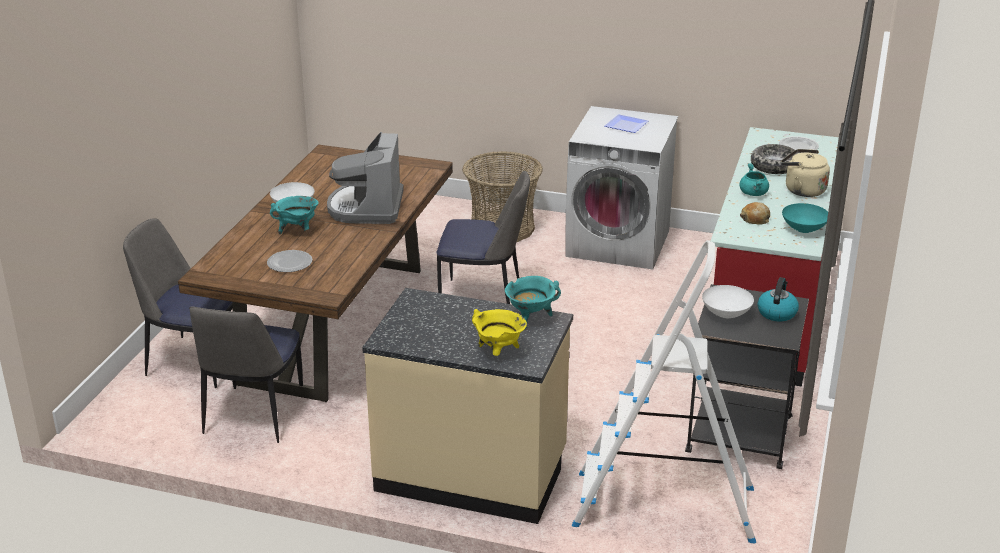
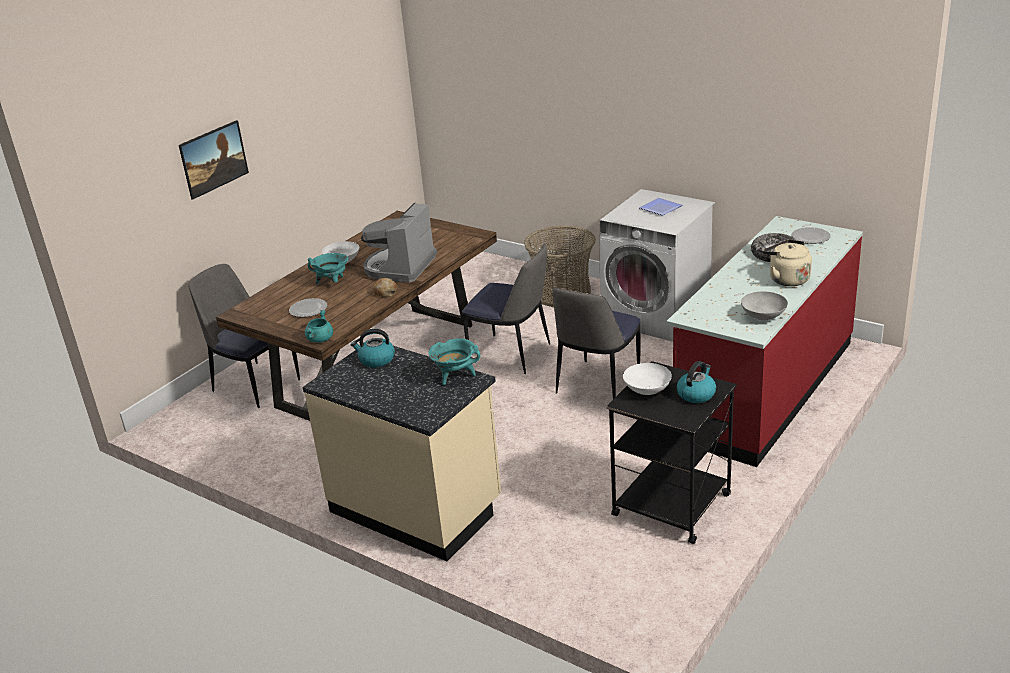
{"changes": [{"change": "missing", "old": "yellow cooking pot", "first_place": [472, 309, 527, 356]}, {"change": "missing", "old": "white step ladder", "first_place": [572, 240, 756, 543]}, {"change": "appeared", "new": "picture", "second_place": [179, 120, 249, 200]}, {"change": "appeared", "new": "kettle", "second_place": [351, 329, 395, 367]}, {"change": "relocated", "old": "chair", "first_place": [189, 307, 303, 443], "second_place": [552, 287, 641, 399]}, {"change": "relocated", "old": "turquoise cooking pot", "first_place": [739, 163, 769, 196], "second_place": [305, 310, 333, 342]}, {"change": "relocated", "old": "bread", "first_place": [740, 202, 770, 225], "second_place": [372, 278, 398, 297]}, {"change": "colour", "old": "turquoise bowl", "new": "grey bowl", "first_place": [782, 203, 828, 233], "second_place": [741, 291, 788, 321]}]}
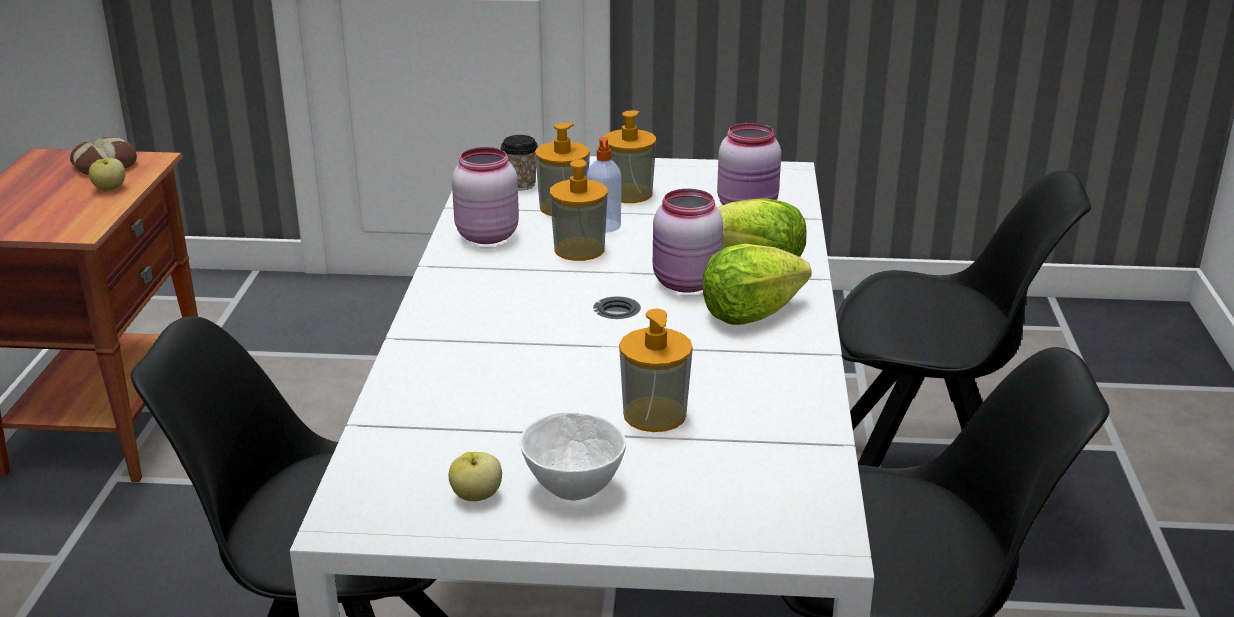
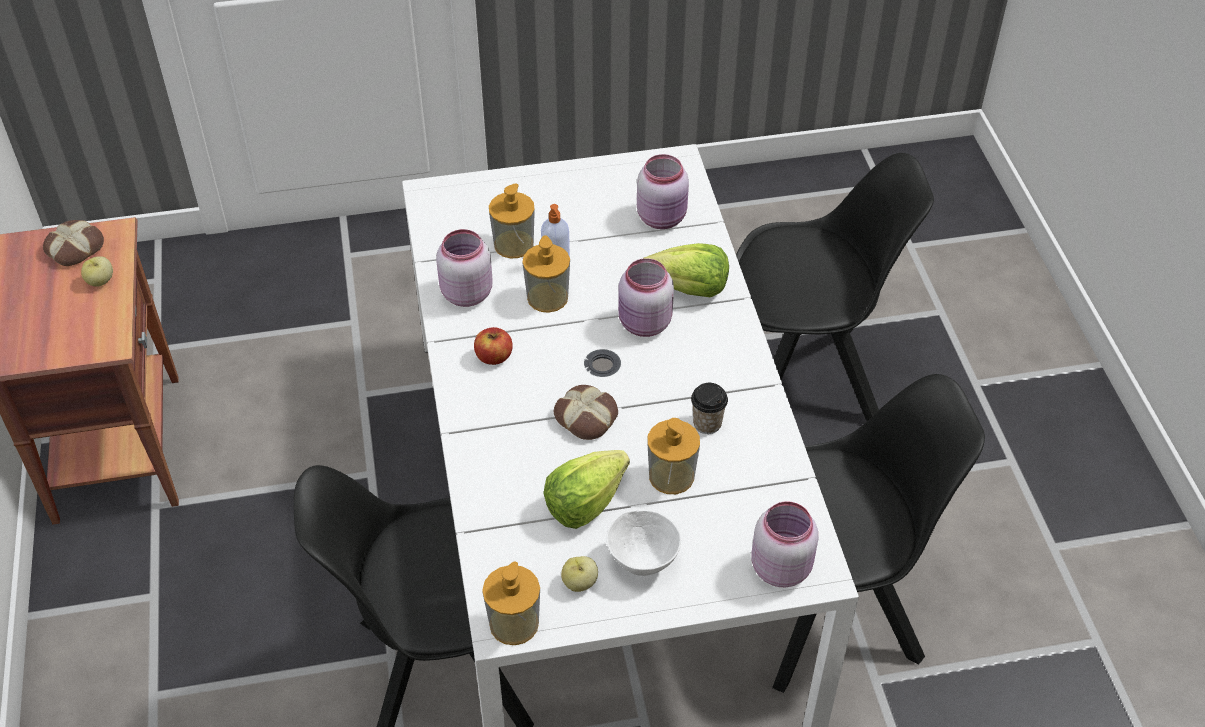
{"changes": [{"change": "appeared", "new": "apple", "second_place": [474, 327, 513, 365]}, {"change": "appeared", "new": "bread", "second_place": [554, 385, 618, 440]}, {"change": "appeared", "new": "pink jar", "second_place": [751, 501, 818, 587]}, {"change": "relocated", "old": "cup", "first_place": [500, 135, 538, 190], "second_place": [691, 383, 728, 434]}, {"change": "relocated", "old": "soap dispenser", "first_place": [603, 110, 656, 203], "second_place": [482, 561, 540, 645]}, {"change": "relocated", "old": "lettuce", "first_place": [702, 244, 812, 325], "second_place": [543, 450, 630, 529]}]}
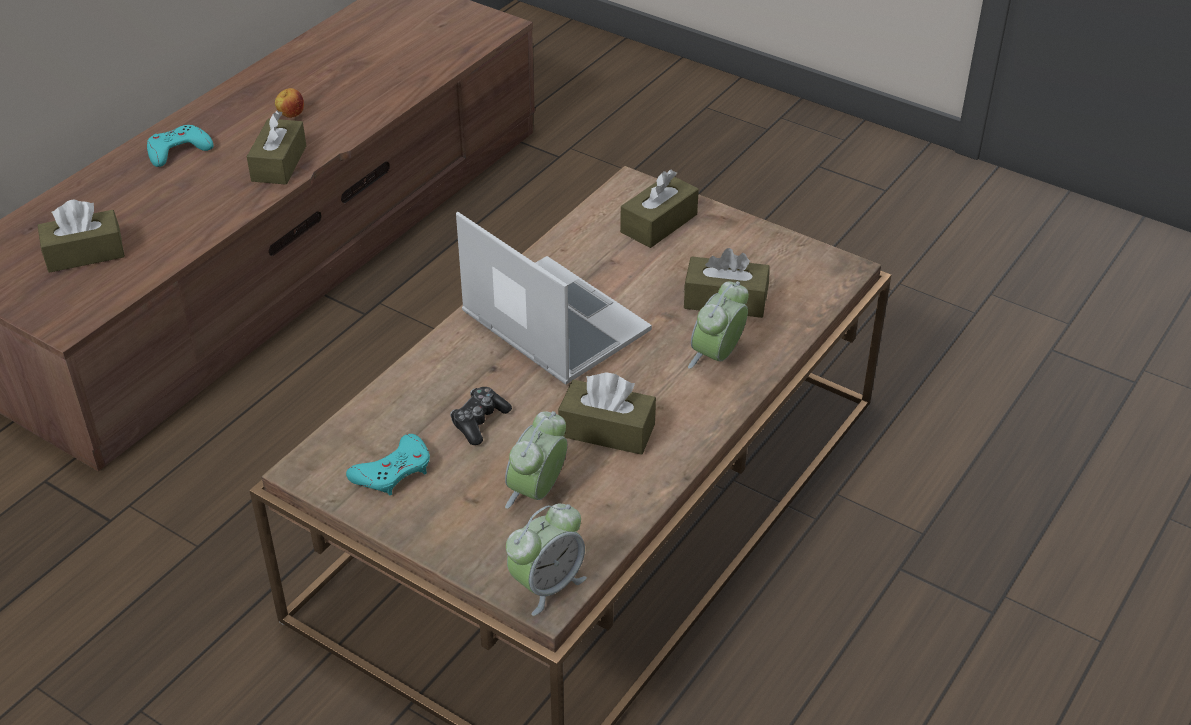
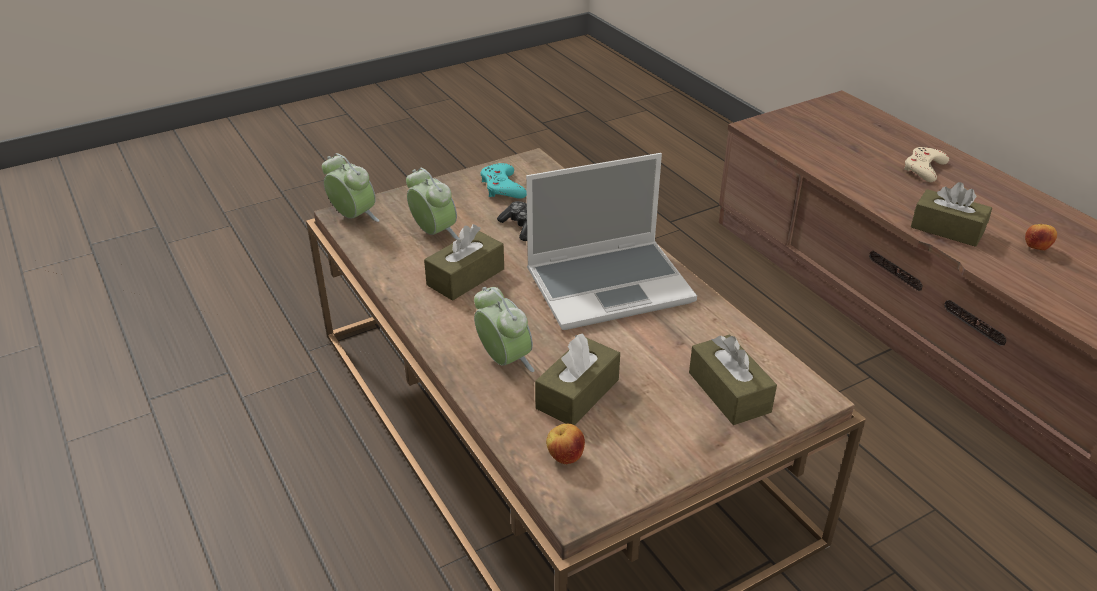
{"changes": [{"change": "missing", "old": "brown tissue box", "first_place": [38, 199, 125, 273]}, {"change": "missing", "old": "turquoise game controller", "first_place": [147, 125, 213, 167]}, {"change": "appeared", "new": "apple", "second_place": [546, 424, 585, 464]}, {"change": "appeared", "new": "beige game controller", "second_place": [904, 147, 949, 182]}, {"change": "spun", "old": "alarm clock", "first_place": [506, 504, 587, 616], "second_place": [322, 153, 380, 222], "degrees": 150}]}
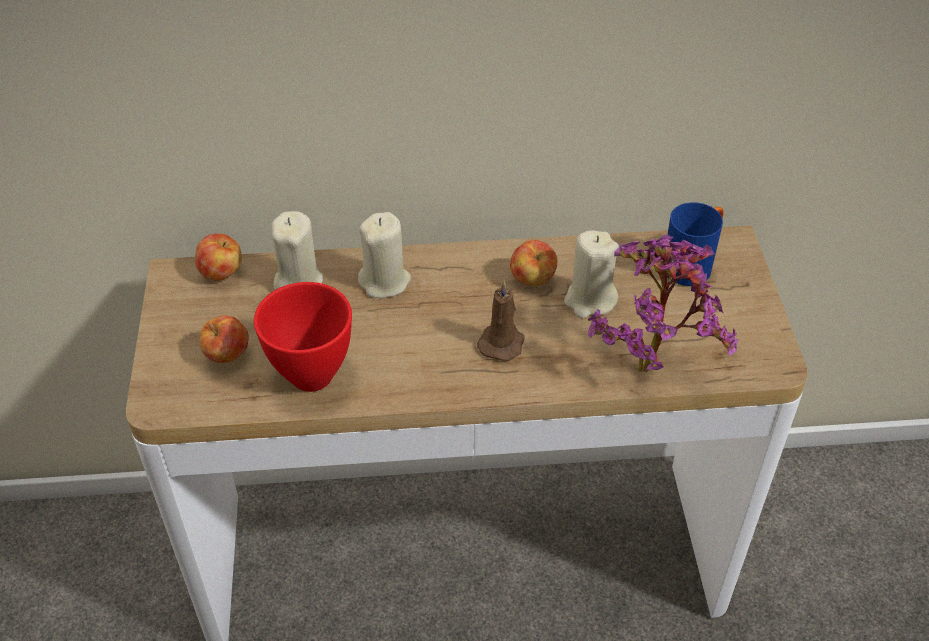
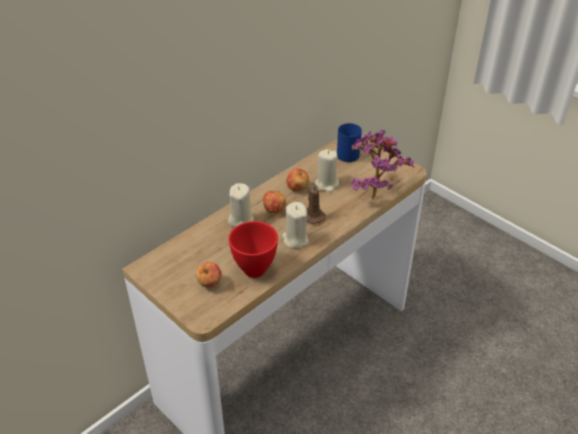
{"changes": [{"change": "relocated", "old": "apple", "first_place": [195, 233, 242, 281], "second_place": [263, 191, 286, 214]}, {"change": "relocated", "old": "beige candle", "first_place": [271, 211, 323, 290], "second_place": [282, 202, 309, 249]}]}
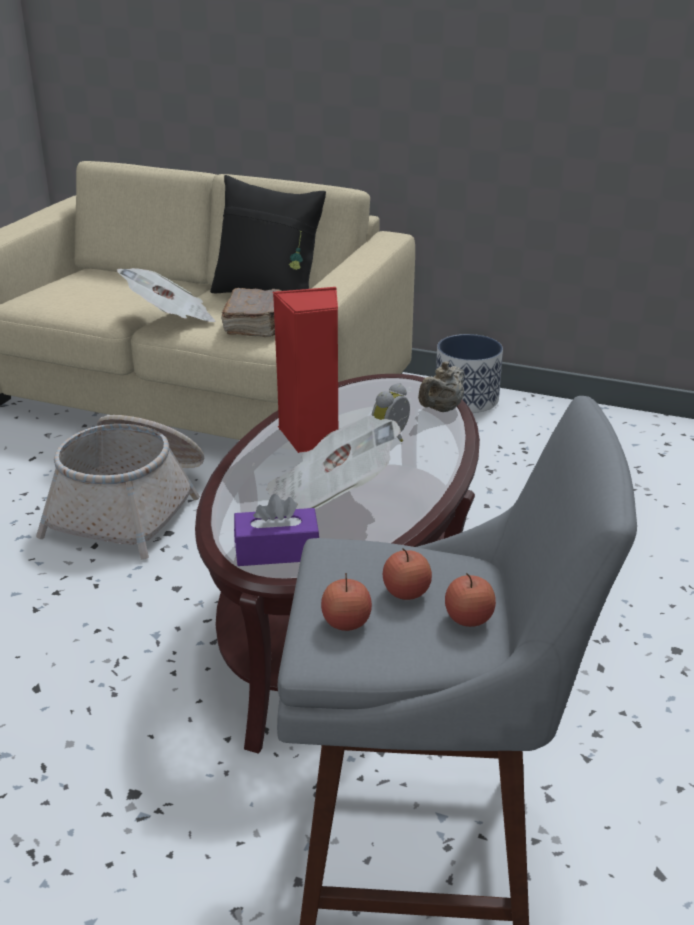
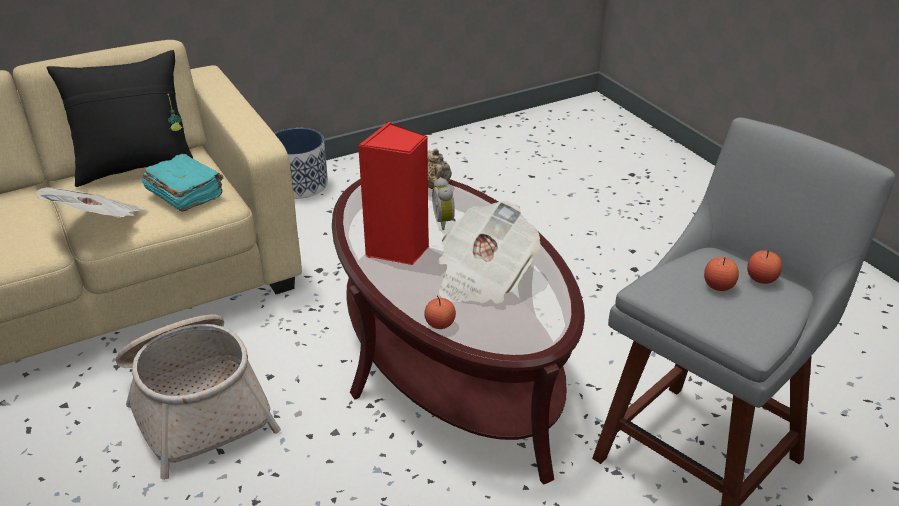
{"changes": [{"change": "missing", "old": "purple tissue box", "first_place": [234, 494, 319, 566]}, {"change": "relocated", "old": "apple", "first_place": [321, 573, 372, 631], "second_place": [424, 295, 456, 329]}, {"change": "colour", "old": "brown book", "new": "turquoise book", "first_place": [221, 288, 282, 337], "second_place": [142, 154, 223, 212]}]}
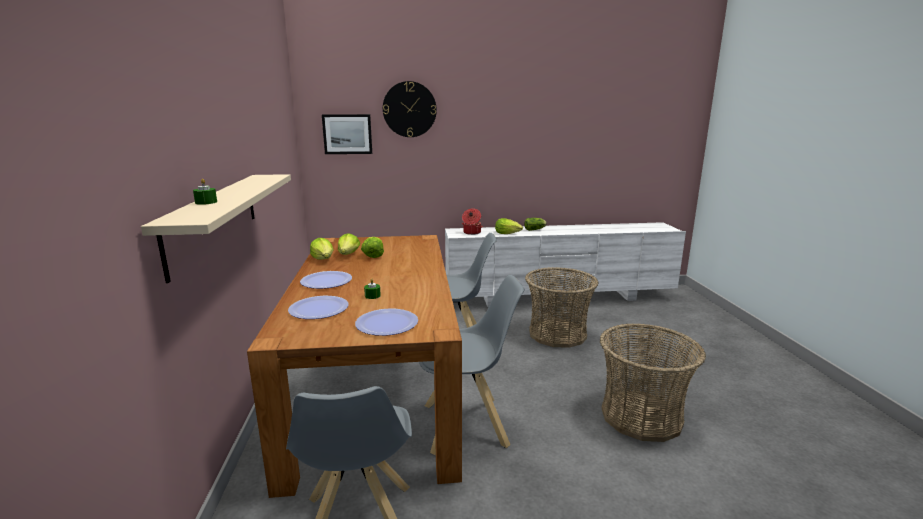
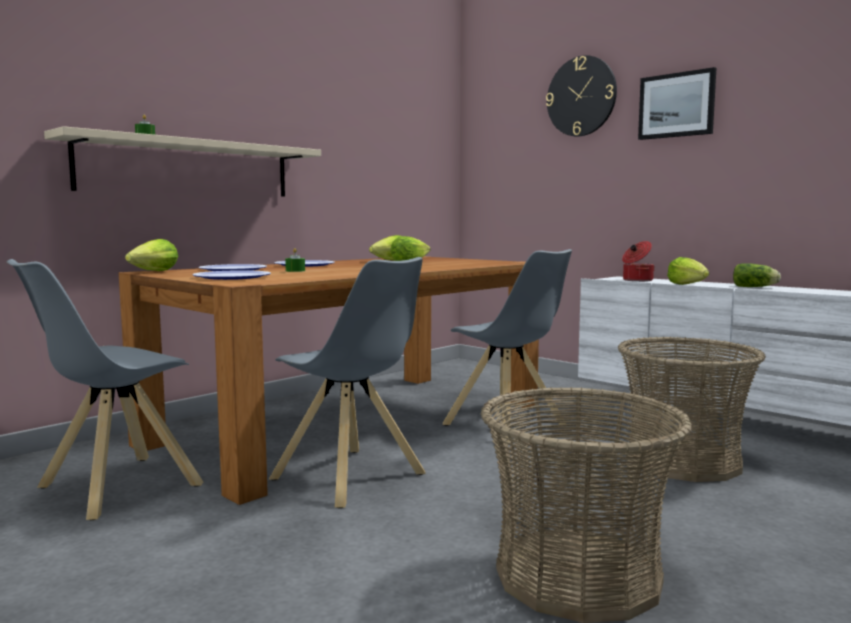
{"changes": [{"change": "relocated", "old": "lettuce", "first_place": [310, 238, 334, 260], "second_place": [125, 239, 178, 271]}, {"change": "relocated", "old": "picture", "first_place": [322, 114, 372, 154], "second_place": [638, 67, 716, 140]}]}
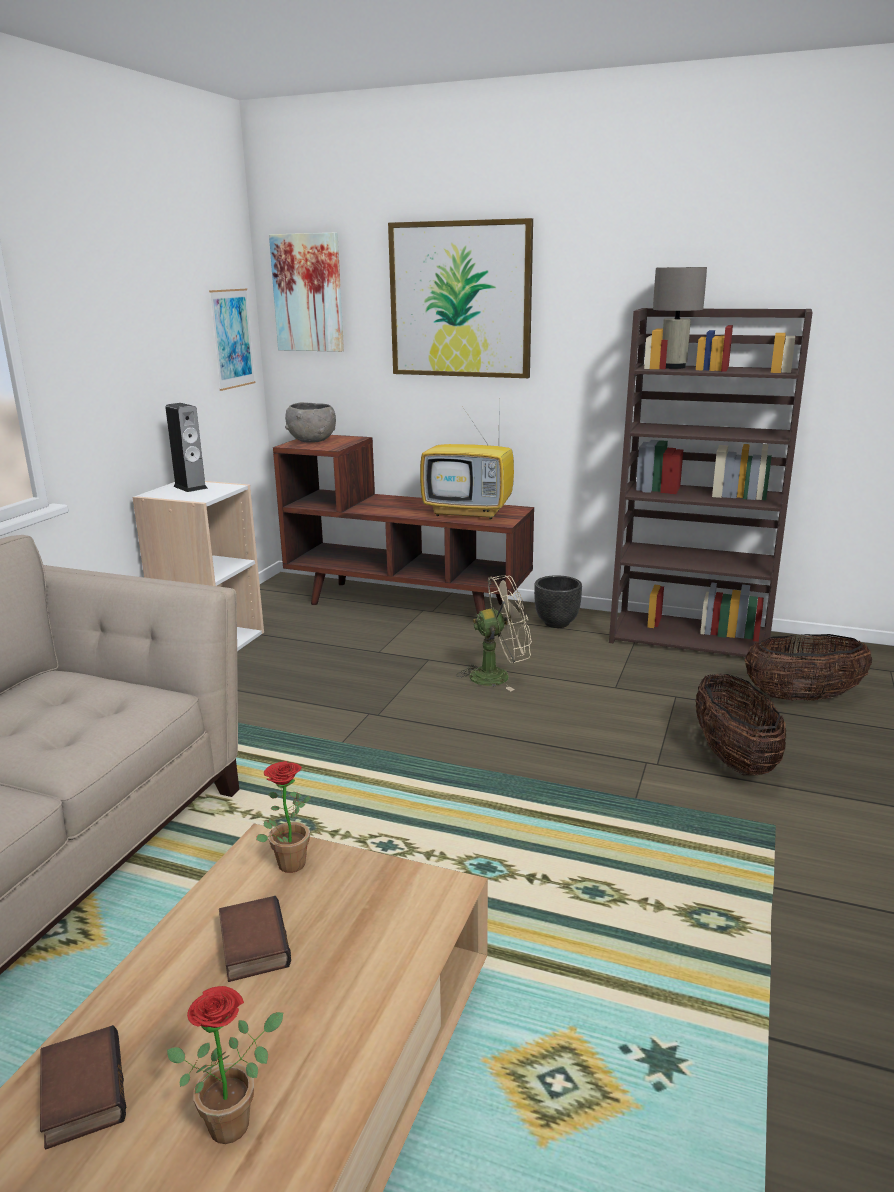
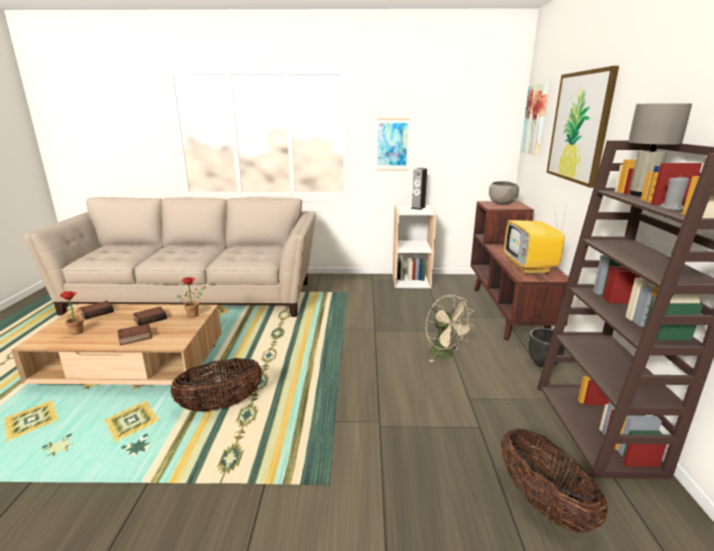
{"changes": [{"change": "appeared", "new": "book", "second_place": [118, 324, 152, 345]}, {"change": "appeared", "new": "grey candle", "second_place": [660, 175, 689, 211]}, {"change": "relocated", "old": "picture", "first_place": [209, 288, 256, 391], "second_place": [376, 119, 410, 171]}, {"change": "relocated", "old": "basket", "first_place": [695, 673, 786, 776], "second_place": [170, 358, 263, 412]}]}
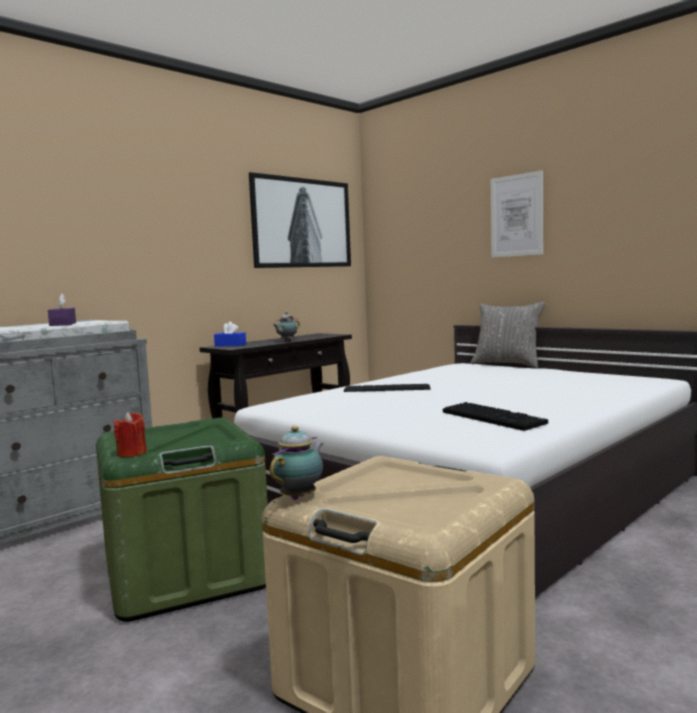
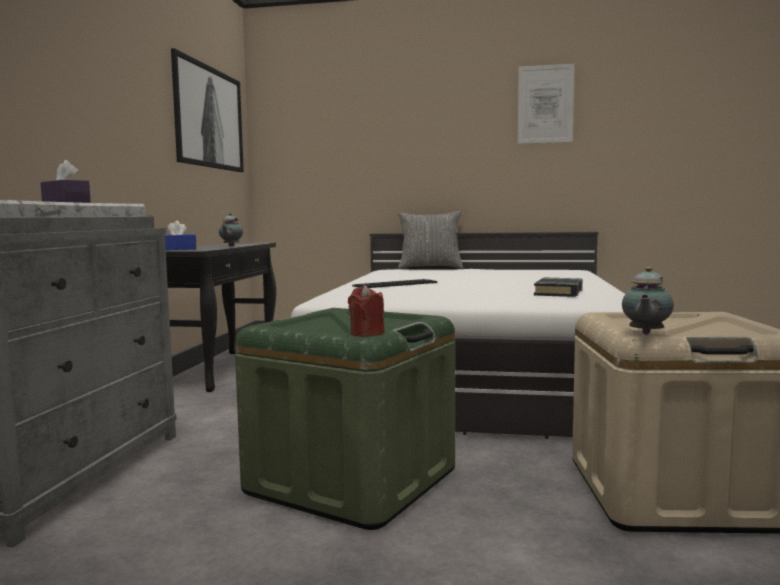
{"changes": [{"change": "relocated", "old": "picture", "first_place": [491, 170, 543, 257], "second_place": [518, 64, 574, 144]}, {"change": "exchanged", "old": "keyboard", "new": "black book", "first_place": [443, 402, 548, 431], "second_place": [534, 277, 583, 297]}, {"change": "spun", "old": "teapot", "first_place": [270, 426, 323, 500], "second_place": [622, 267, 674, 335], "degrees": -150}]}
